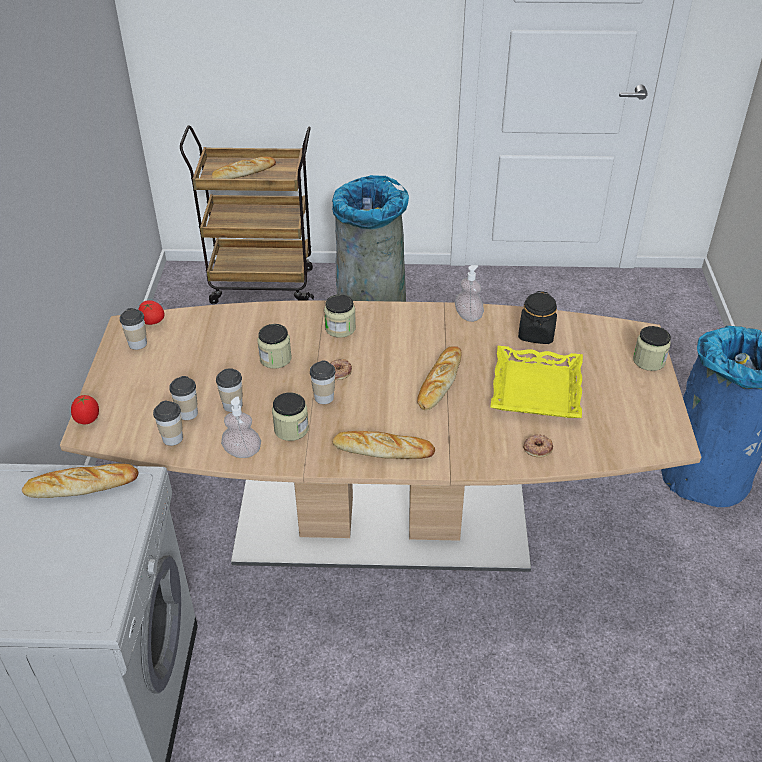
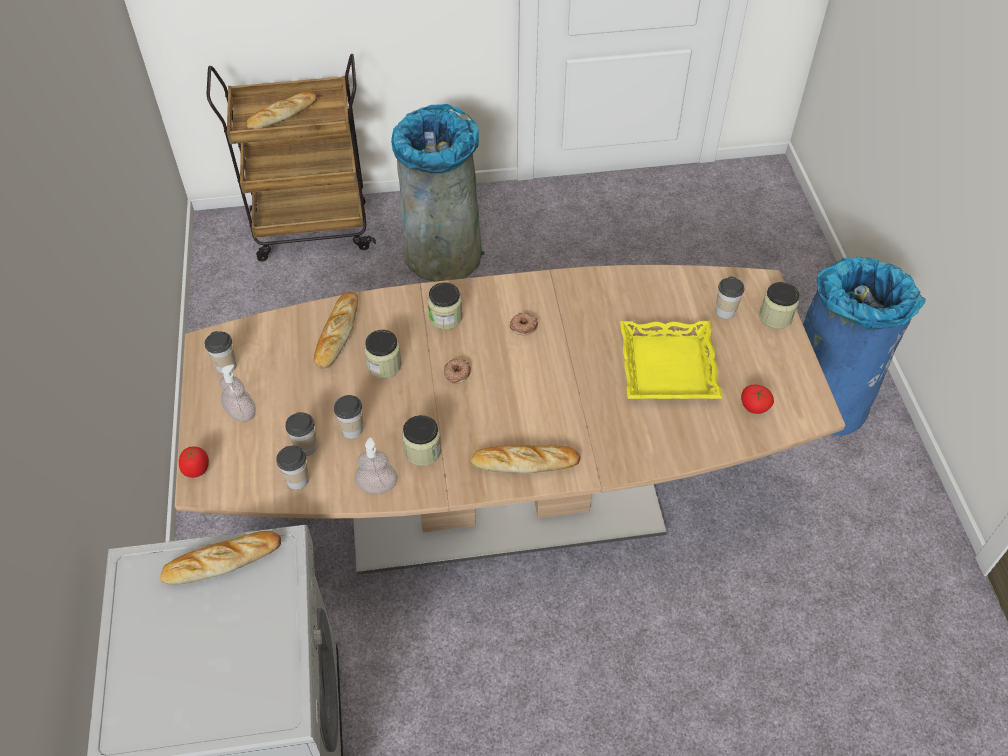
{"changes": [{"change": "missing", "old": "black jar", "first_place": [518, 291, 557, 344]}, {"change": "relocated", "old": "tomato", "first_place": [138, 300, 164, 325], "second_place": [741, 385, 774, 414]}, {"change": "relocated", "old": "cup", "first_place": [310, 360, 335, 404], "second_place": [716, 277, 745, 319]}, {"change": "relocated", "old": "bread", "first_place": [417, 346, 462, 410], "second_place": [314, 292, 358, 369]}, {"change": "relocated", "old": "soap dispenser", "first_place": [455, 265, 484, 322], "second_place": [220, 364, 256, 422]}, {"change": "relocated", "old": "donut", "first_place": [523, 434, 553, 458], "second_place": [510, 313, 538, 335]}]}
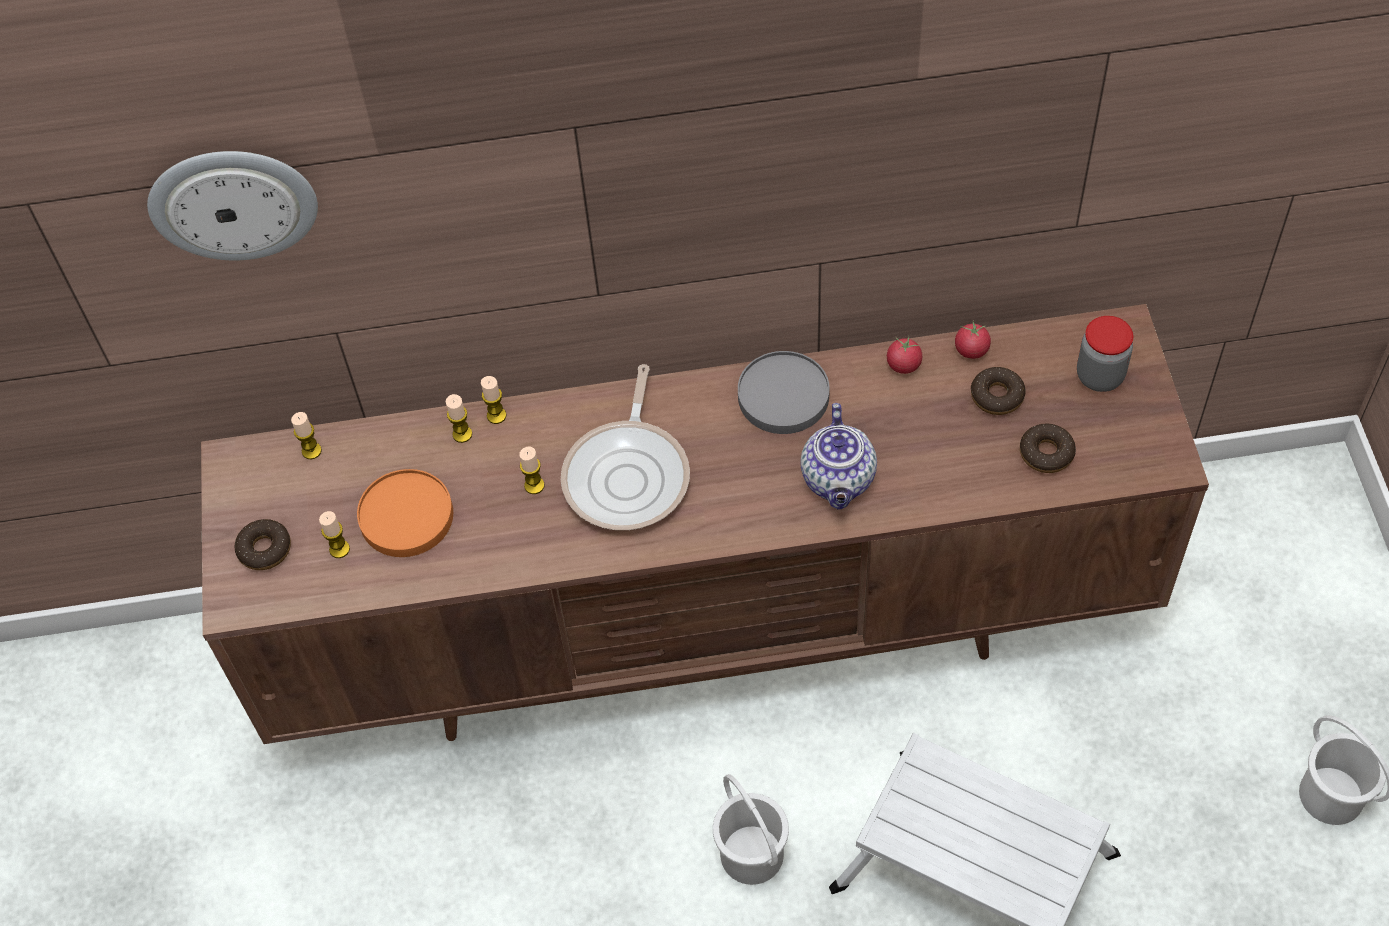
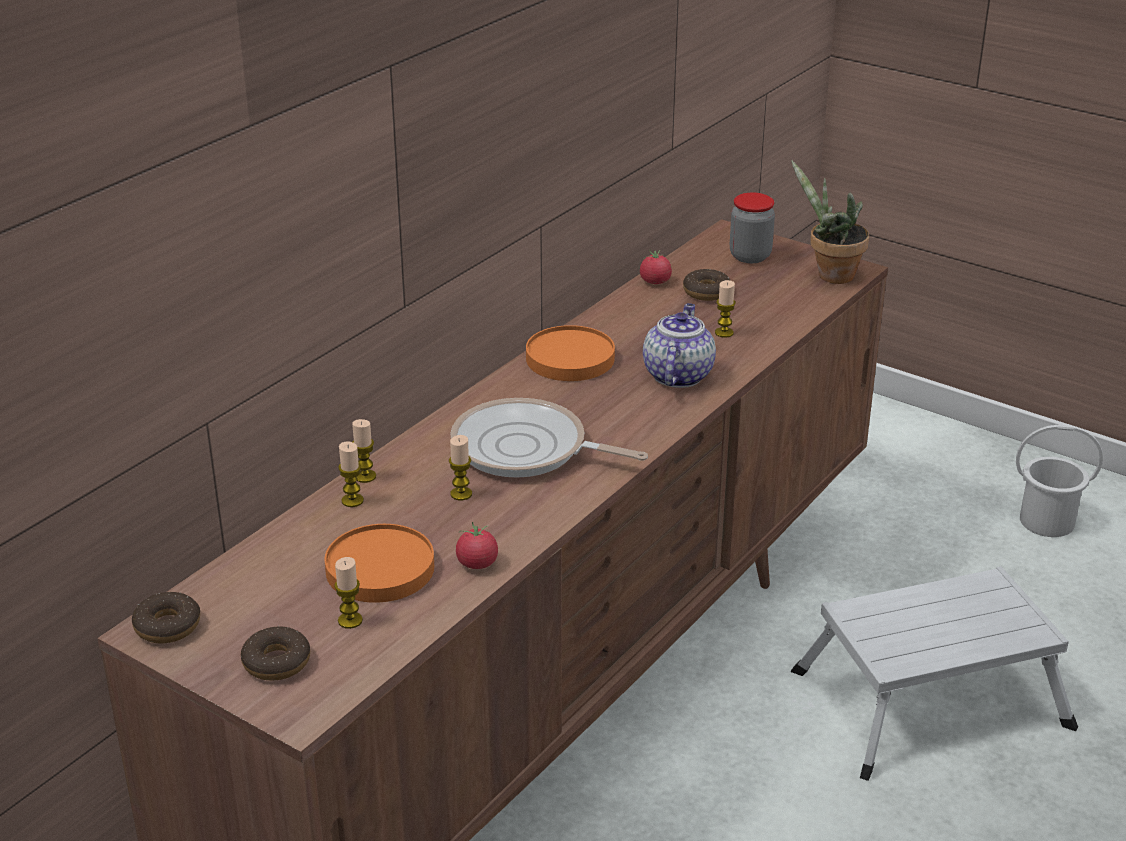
{"changes": [{"change": "missing", "old": "wall clock", "first_place": [147, 151, 318, 260]}, {"change": "missing", "old": "white bucket", "first_place": [713, 774, 789, 885]}, {"change": "appeared", "new": "potted plant", "second_place": [791, 160, 869, 284]}, {"change": "relocated", "old": "candle", "first_place": [291, 412, 322, 459], "second_place": [715, 280, 736, 338]}, {"change": "relocated", "old": "tomato", "first_place": [887, 336, 922, 374], "second_place": [456, 522, 498, 569]}, {"change": "relocated", "old": "donut", "first_place": [1020, 424, 1076, 473], "second_place": [132, 592, 200, 643]}, {"change": "colour", "old": "grey plate", "new": "orange plate", "first_place": [738, 351, 830, 434], "second_place": [526, 325, 615, 381]}, {"change": "spun", "old": "frying pan", "first_place": [561, 364, 690, 530], "second_place": [450, 398, 648, 478], "degrees": 150}, {"change": "spun", "old": "teapot", "first_place": [800, 403, 877, 510], "second_place": [643, 303, 716, 388], "degrees": -120}]}
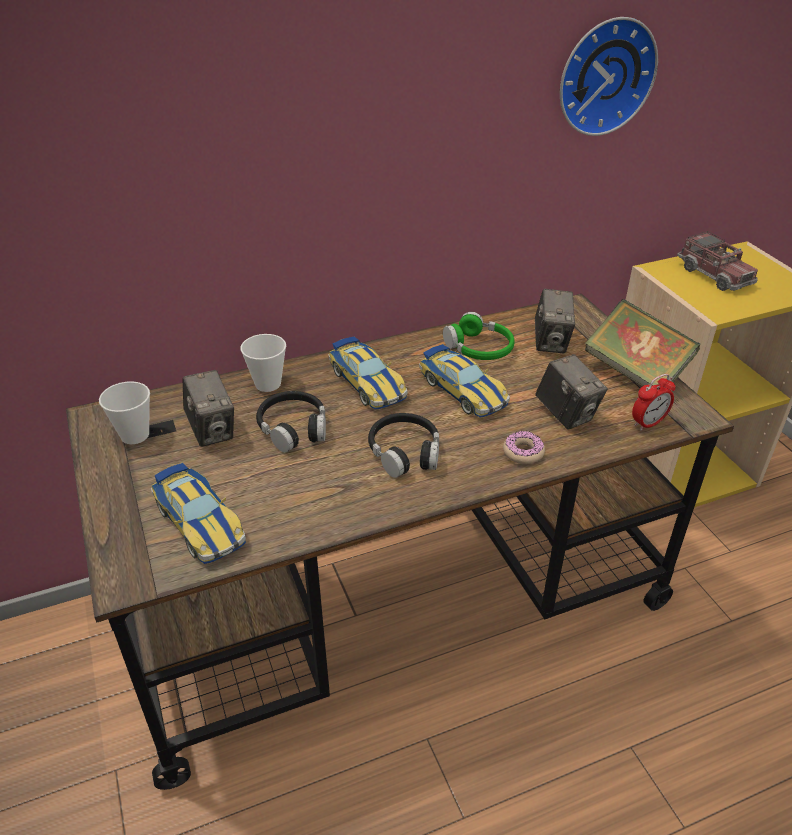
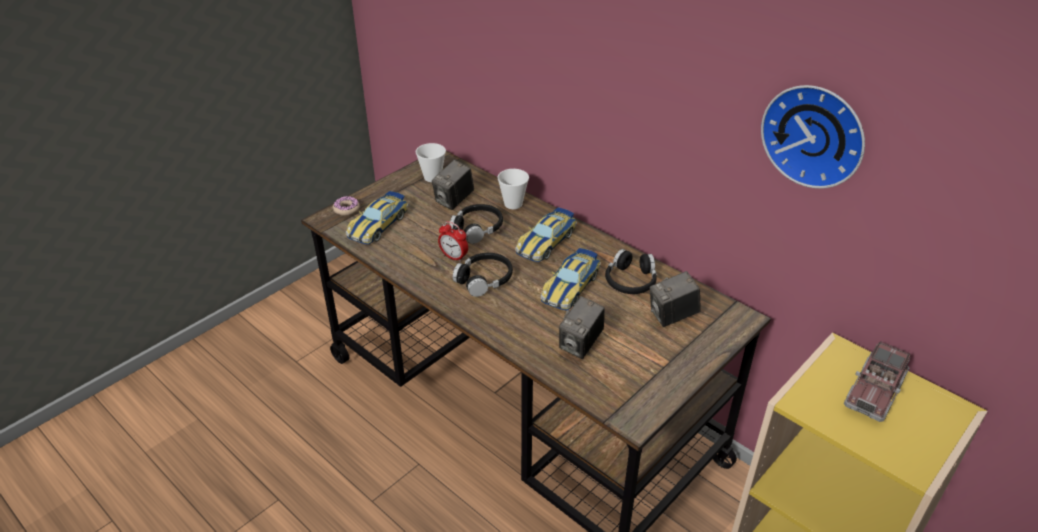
{"changes": [{"change": "missing", "old": "book", "first_place": [585, 299, 700, 386]}, {"change": "relocated", "old": "donut", "first_place": [503, 431, 545, 464], "second_place": [333, 196, 360, 216]}, {"change": "relocated", "old": "alarm clock", "first_place": [632, 374, 676, 431], "second_place": [438, 221, 468, 262]}, {"change": "colour", "old": "green headphones", "new": "black headphones", "first_place": [443, 312, 515, 360], "second_place": [605, 249, 657, 294]}]}
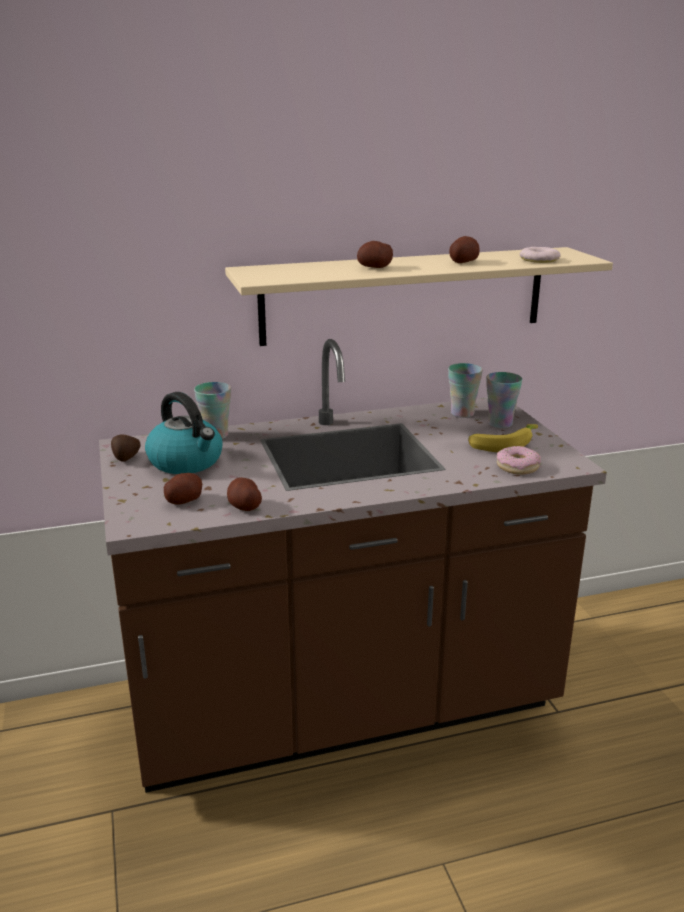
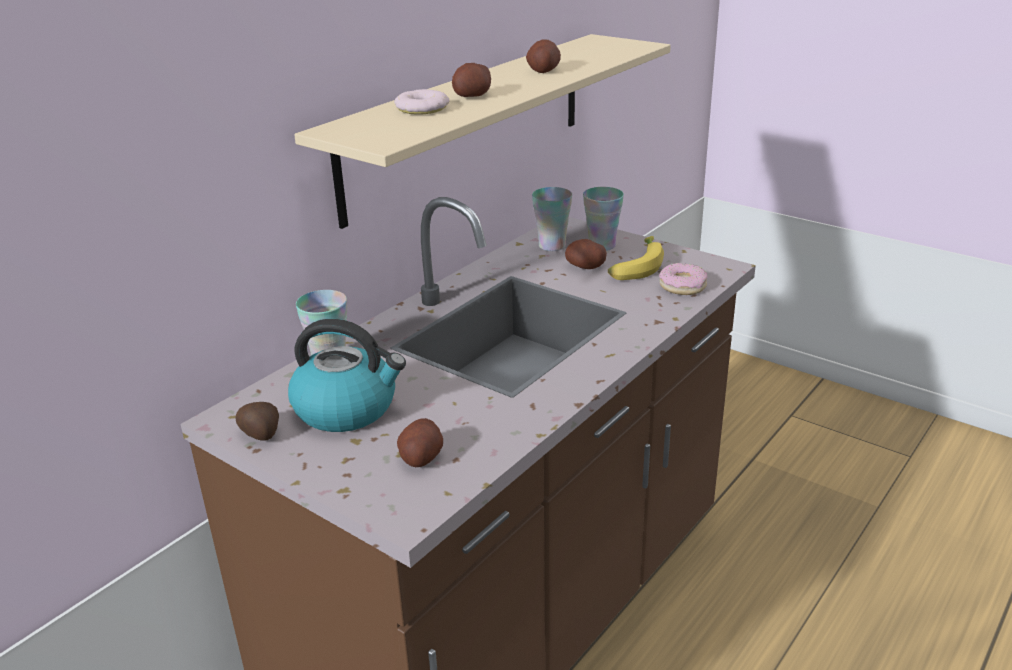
{"changes": [{"change": "relocated", "old": "potato", "first_place": [227, 477, 262, 511], "second_place": [565, 239, 607, 269]}, {"change": "relocated", "old": "donut", "first_place": [520, 247, 561, 263], "second_place": [394, 89, 450, 115]}]}
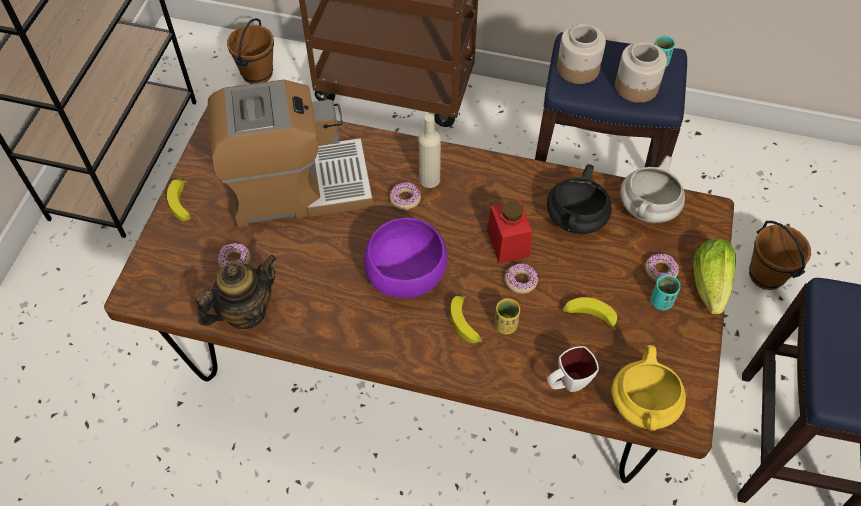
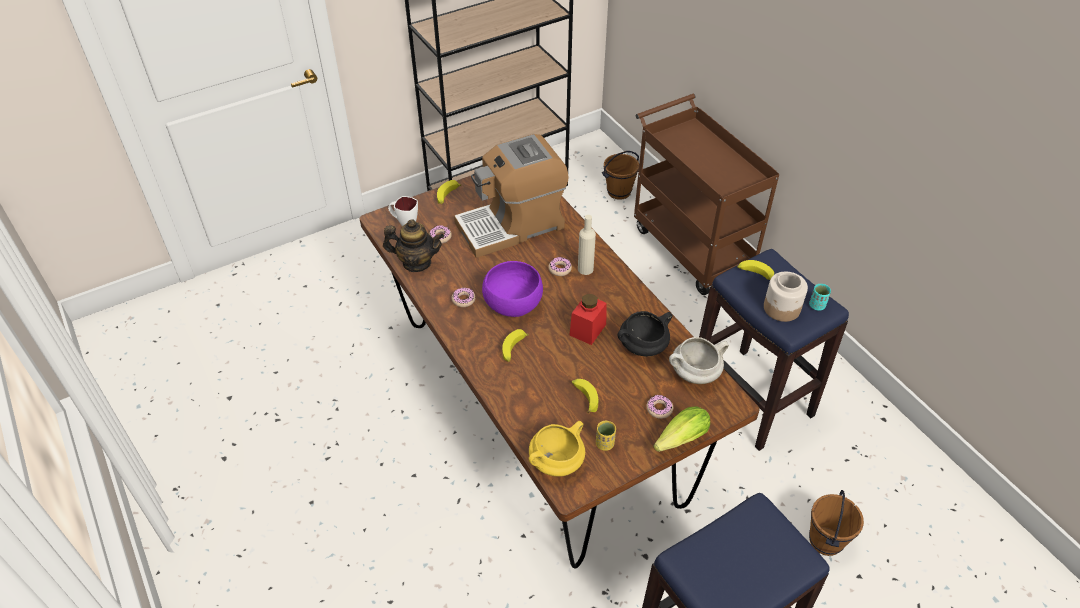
{"changes": [{"change": "missing", "old": "turquoise cup", "first_place": [651, 275, 680, 310]}, {"change": "relocated", "old": "yellow cup", "first_place": [495, 298, 520, 334], "second_place": [596, 420, 616, 451]}, {"change": "relocated", "old": "donut", "first_place": [505, 263, 538, 294], "second_place": [452, 288, 476, 307]}, {"change": "relocated", "old": "white mug", "first_place": [547, 346, 599, 392], "second_place": [388, 196, 418, 226]}, {"change": "exchanged", "old": "jar", "new": "banana", "first_place": [557, 24, 606, 84], "second_place": [737, 260, 774, 280]}, {"change": "spun", "old": "coffee machine", "first_place": [208, 80, 374, 227], "second_place": [454, 134, 569, 258], "degrees": 120}]}
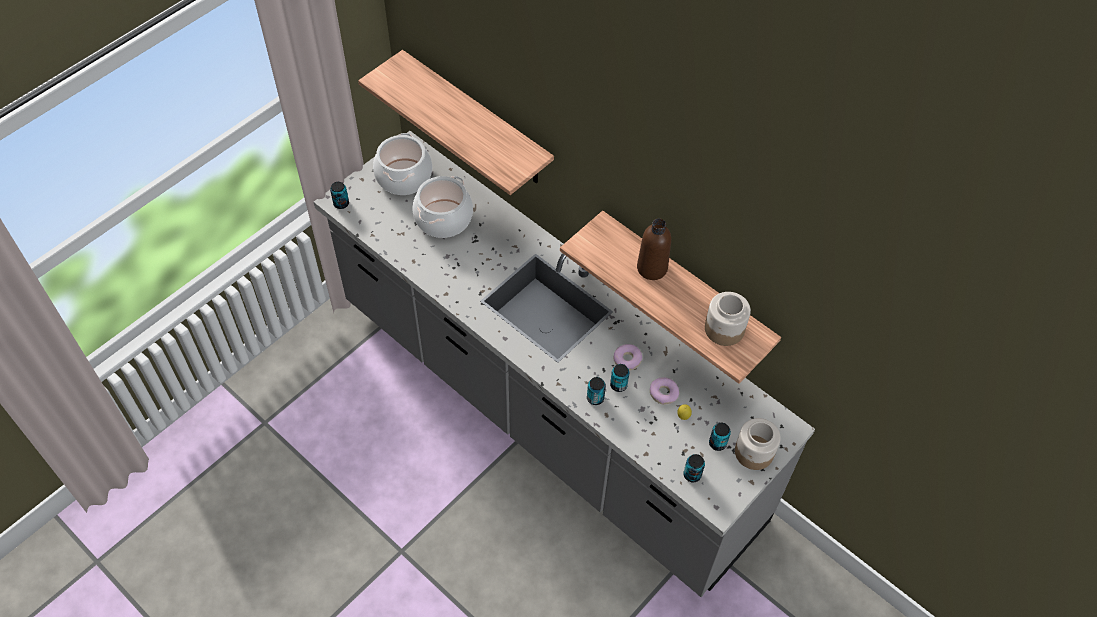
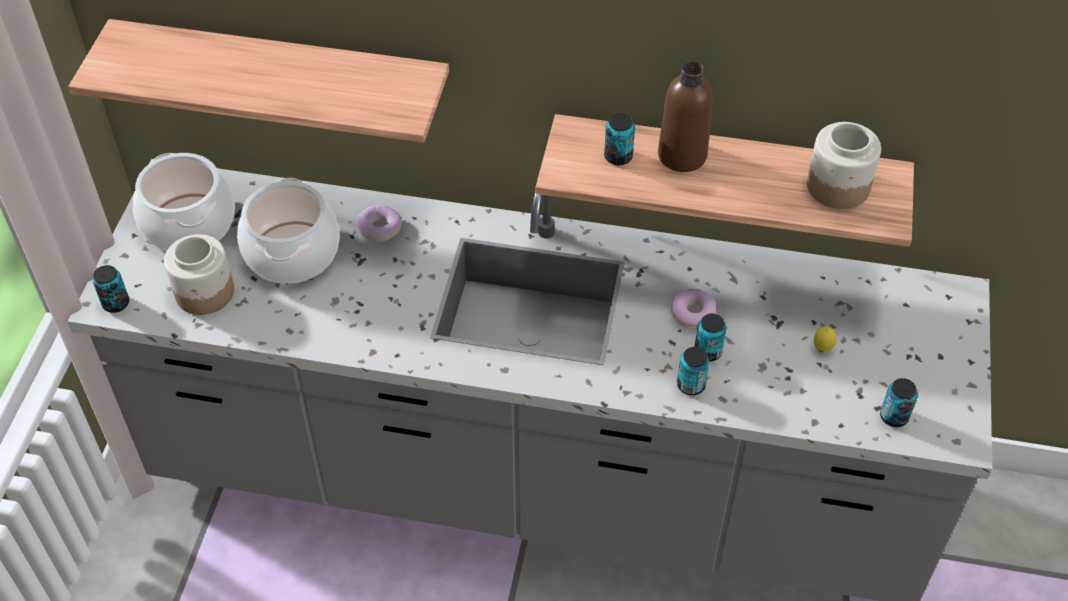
{"changes": [{"change": "relocated", "old": "donut", "first_place": [650, 377, 679, 405], "second_place": [357, 205, 402, 242]}, {"change": "relocated", "old": "can", "first_place": [709, 423, 731, 451], "second_place": [604, 113, 635, 165]}, {"change": "relocated", "old": "jar", "first_place": [735, 418, 781, 470], "second_place": [164, 234, 234, 315]}]}
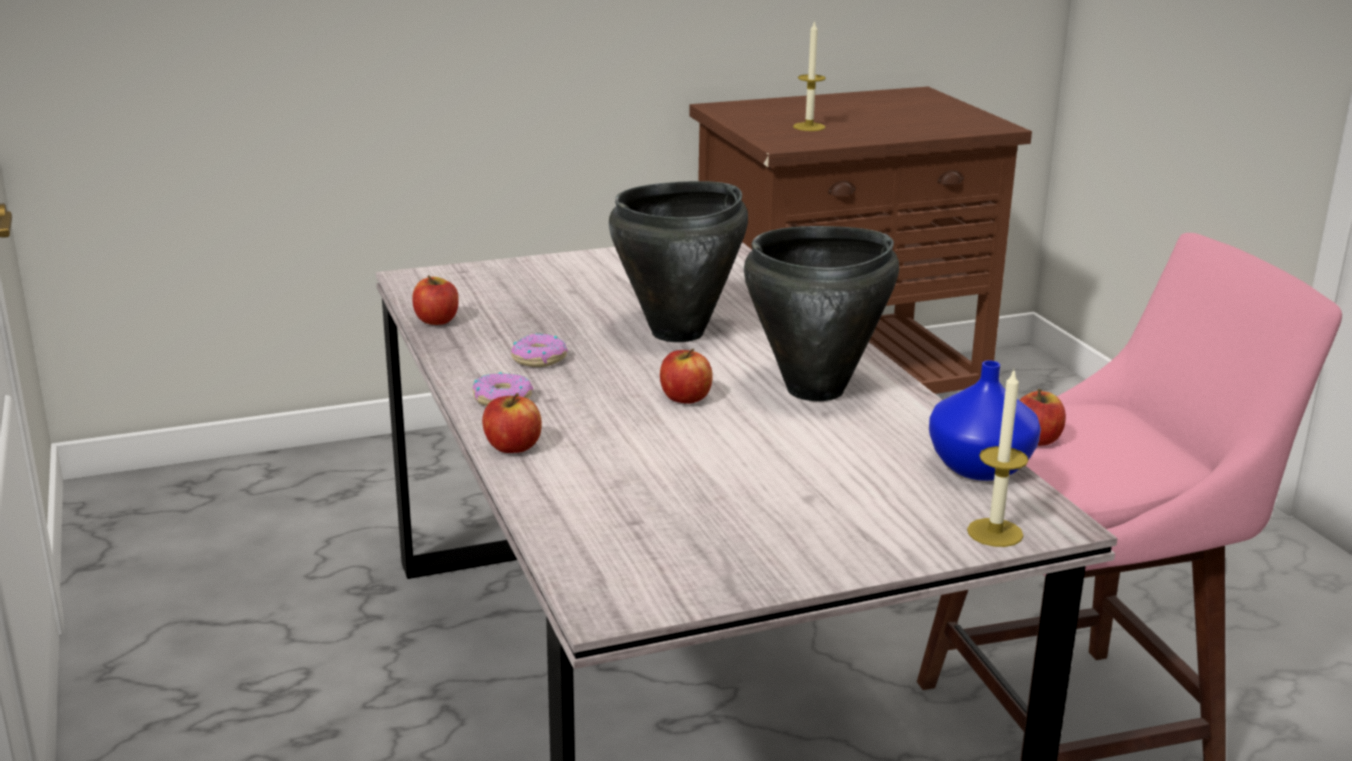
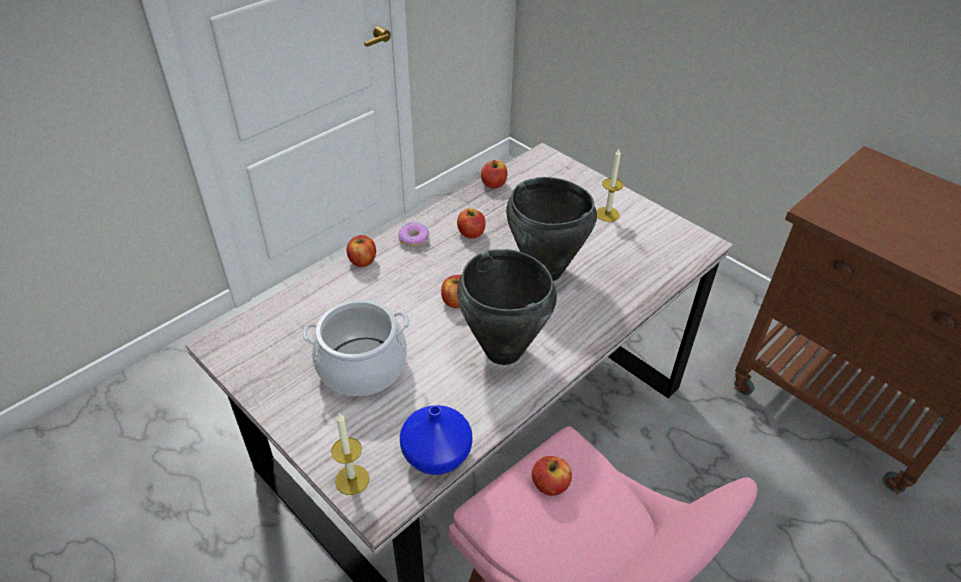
{"changes": [{"change": "appeared", "new": "cooking pot", "second_place": [302, 299, 410, 396]}, {"change": "relocated", "old": "candle", "first_place": [793, 20, 826, 131], "second_place": [597, 149, 623, 222]}, {"change": "exchanged", "old": "donut", "new": "apple", "first_place": [511, 333, 568, 367], "second_place": [457, 208, 485, 238]}]}
